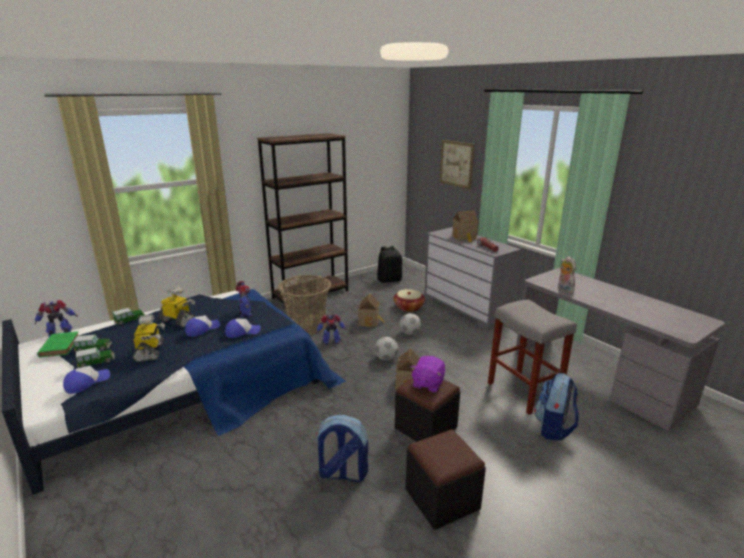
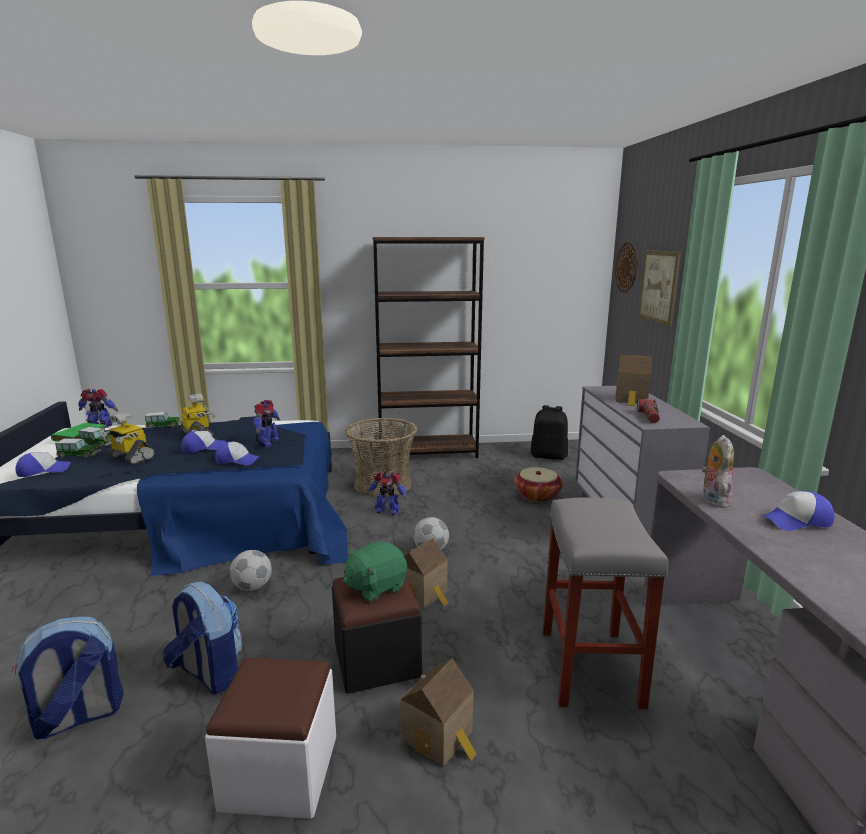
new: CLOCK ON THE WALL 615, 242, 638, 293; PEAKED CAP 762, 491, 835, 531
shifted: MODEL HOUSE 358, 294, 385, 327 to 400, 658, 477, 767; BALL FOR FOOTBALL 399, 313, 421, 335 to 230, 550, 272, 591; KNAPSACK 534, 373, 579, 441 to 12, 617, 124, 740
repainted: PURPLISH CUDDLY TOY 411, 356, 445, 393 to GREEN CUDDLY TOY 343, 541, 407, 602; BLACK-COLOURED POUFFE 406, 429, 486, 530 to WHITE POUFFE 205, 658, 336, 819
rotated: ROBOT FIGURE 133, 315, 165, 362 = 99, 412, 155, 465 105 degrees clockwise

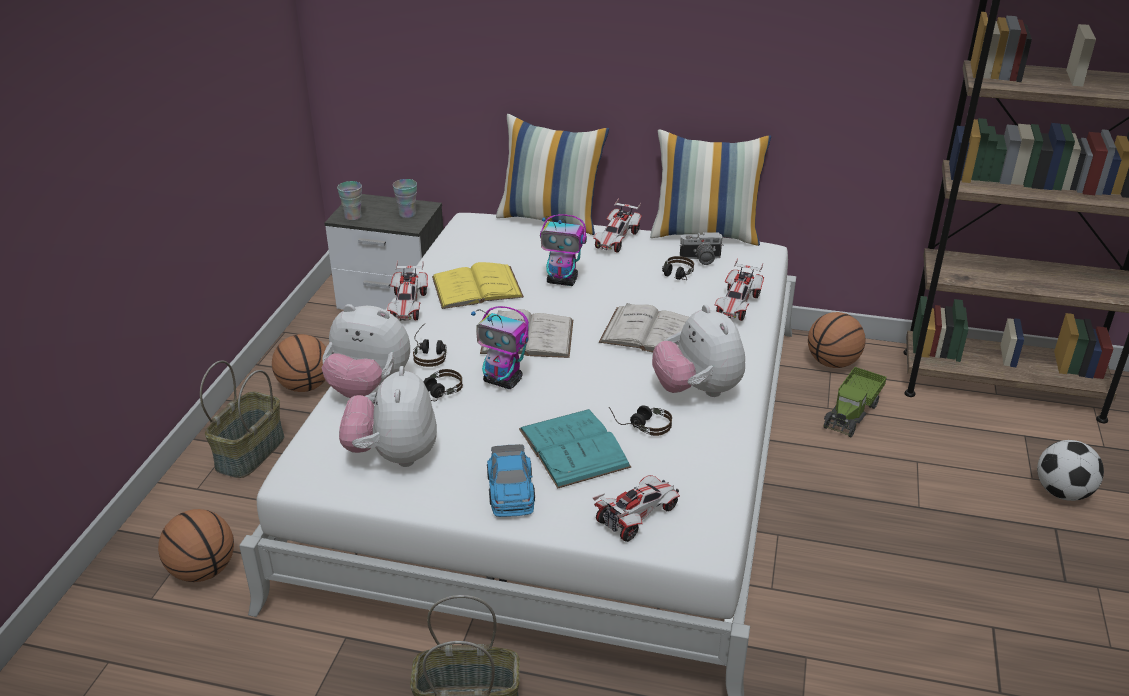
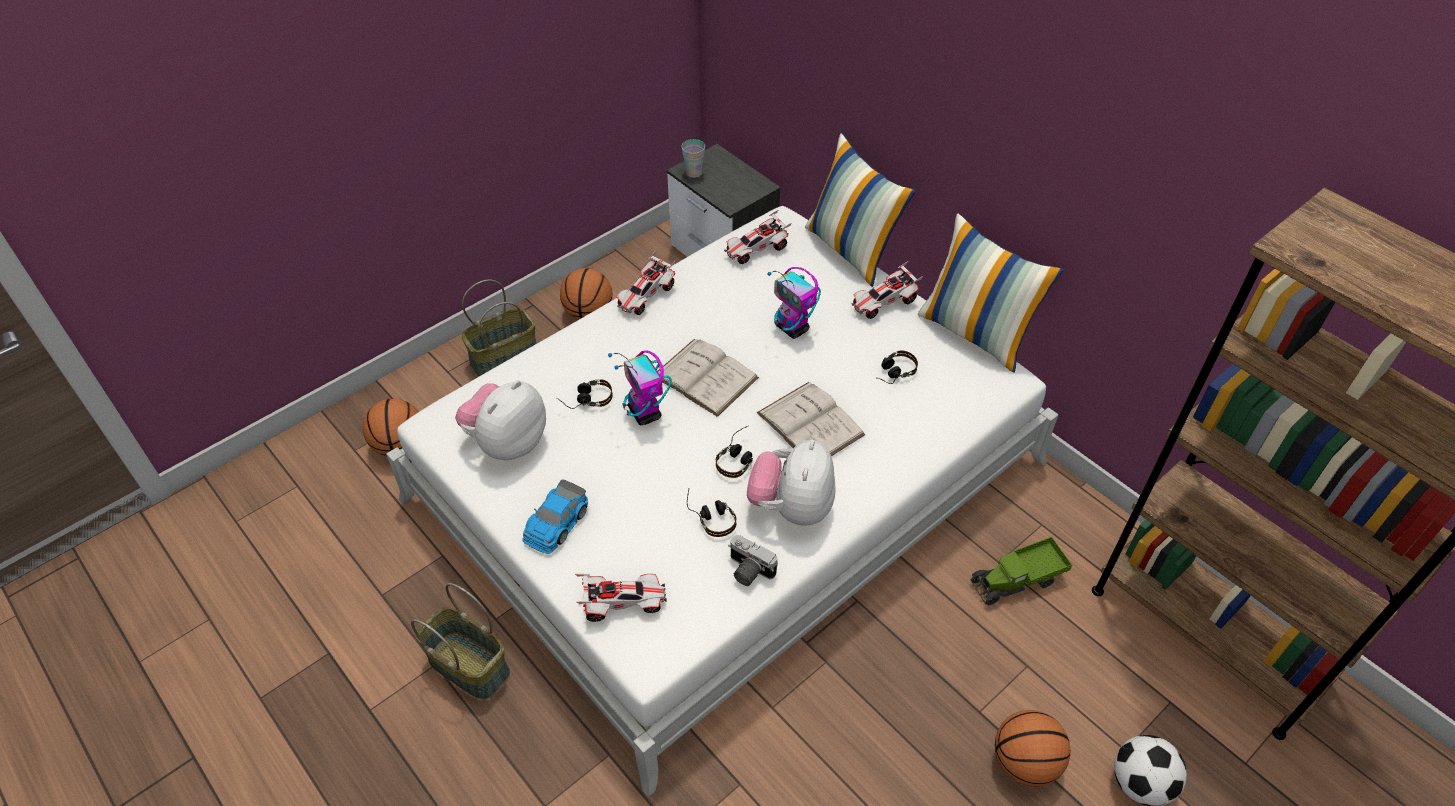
gone: CUP 393, 179, 417, 218; YELLOW-COLOURED BOUND BOOK 432, 262, 524, 309; CUDDLY TOY 322, 304, 410, 398; TURQUOISE BOUND BOOK 519, 409, 631, 489
shifted: STILL CAMERA 680, 232, 723, 265 to 728, 535, 778, 586; TOY CAR 715, 258, 764, 321 to 724, 210, 791, 264; BALL FOR BASKETBALL 808, 312, 865, 368 to 995, 710, 1071, 786; PAIR OF HEADPHONES 413, 324, 447, 367 to 716, 426, 753, 478

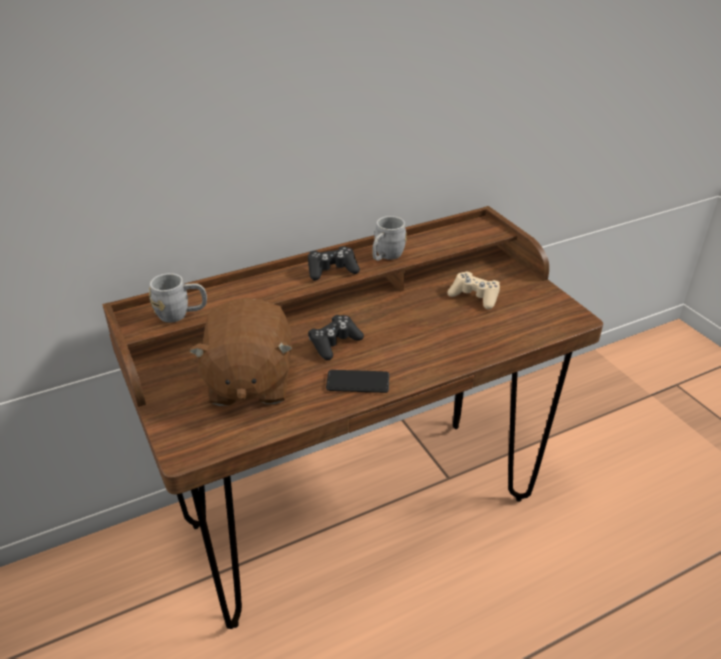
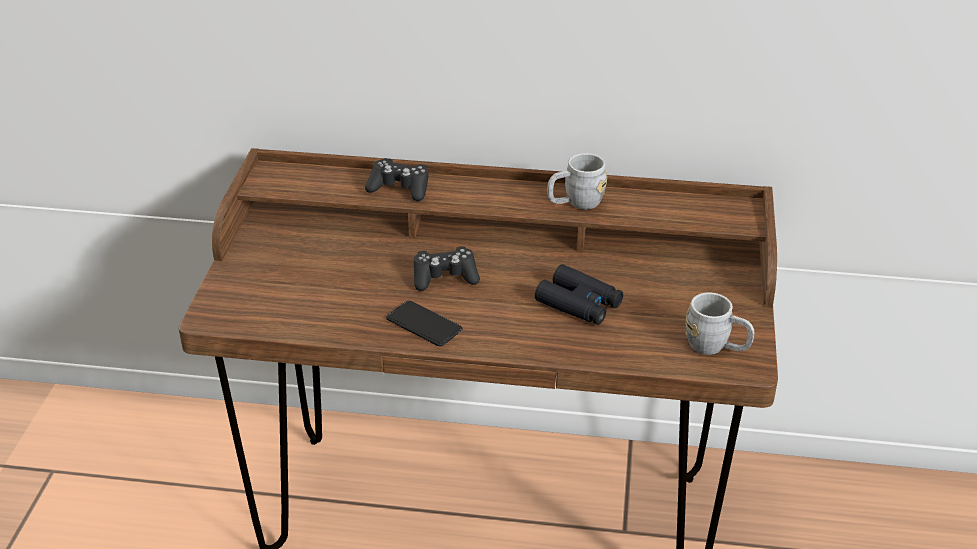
gone: BEIGE GAME CONTROLLER 447, 271, 500, 310; BROWN CUDDLY TOY 189, 298, 293, 406
new: BLACK-COLOURED BINOCULARS 535, 264, 623, 325
shifted: BLACK-COLOURED GAME CONTROLLER 308, 246, 360, 281 to 365, 158, 429, 201; GREY TEA MUG 149, 273, 207, 323 to 685, 292, 755, 355

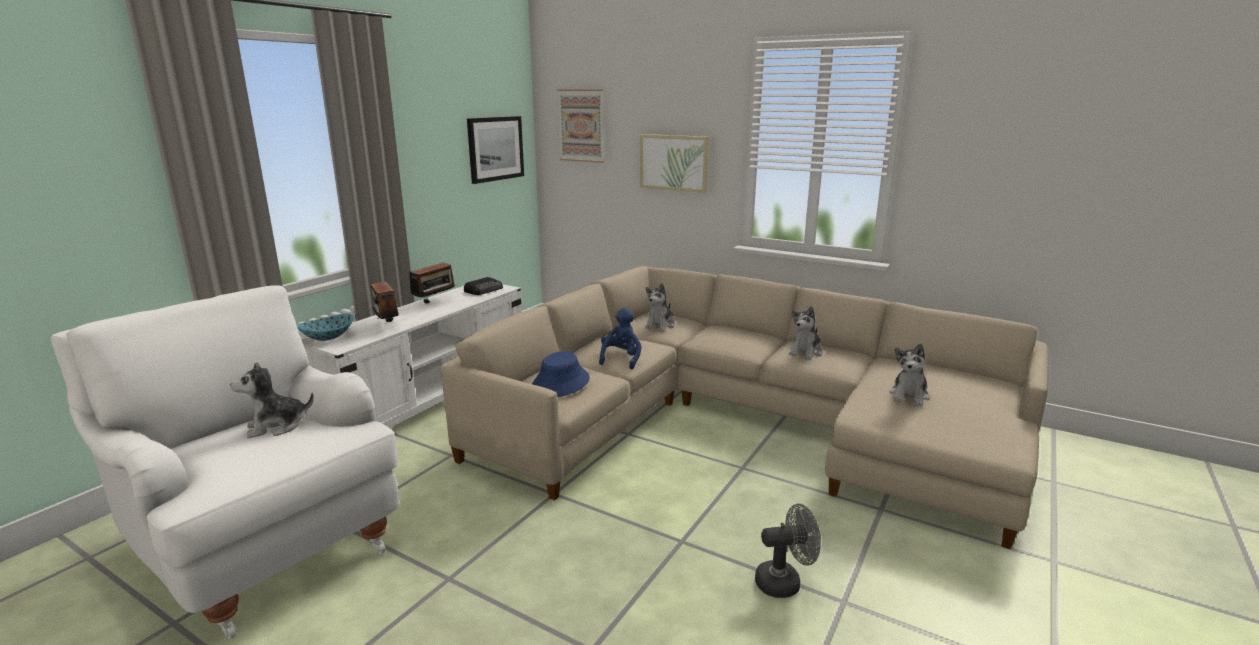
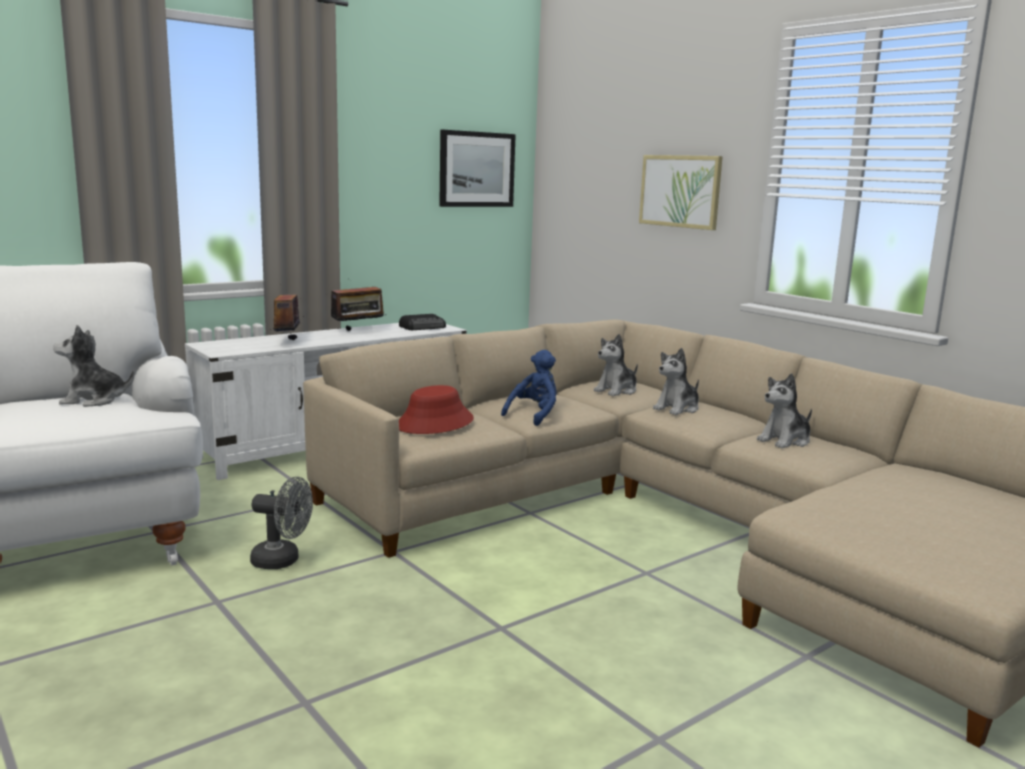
gone: WALL ART 558, 89, 604, 163; DEEP DISH 297, 314, 354, 341
shifted: CUDDLY TOY 890, 344, 929, 406 to 653, 348, 699, 415; GREY FAN 755, 504, 821, 598 to 250, 477, 313, 569
repainted: BLUE-COLOURED WEARABLE HAT 532, 351, 590, 397 to RED WEARABLE HAT 399, 385, 474, 434

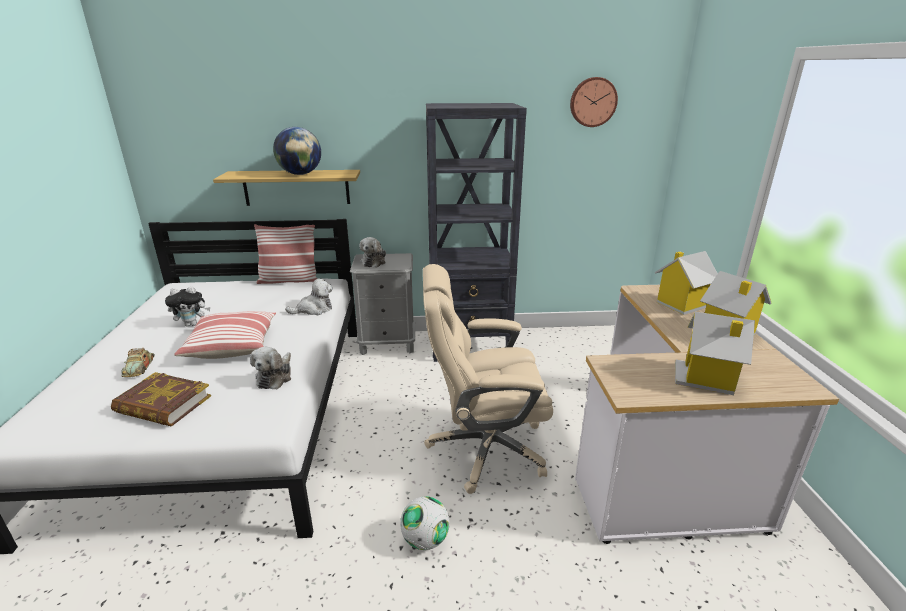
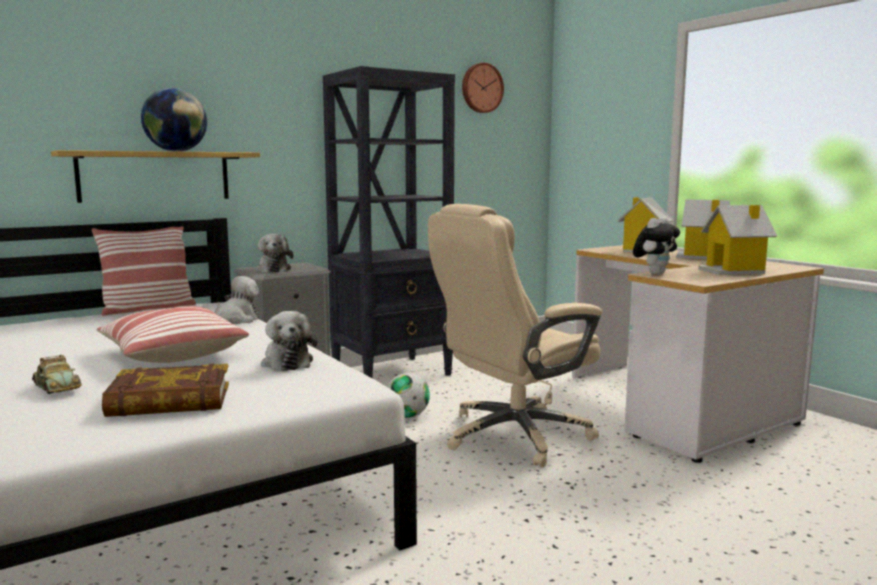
shifted: CUDDLY TOY 165, 286, 210, 327 to 633, 217, 680, 275; BALL FOR FOOTBALL 400, 496, 450, 550 to 387, 373, 430, 418

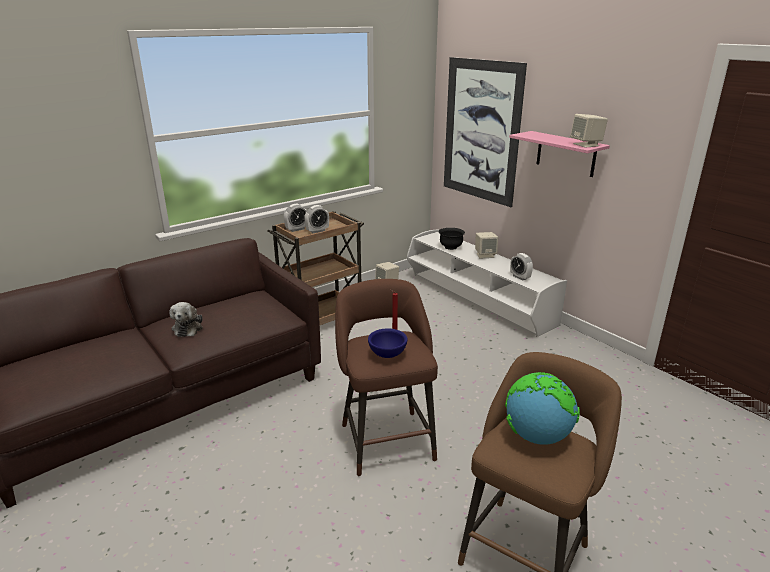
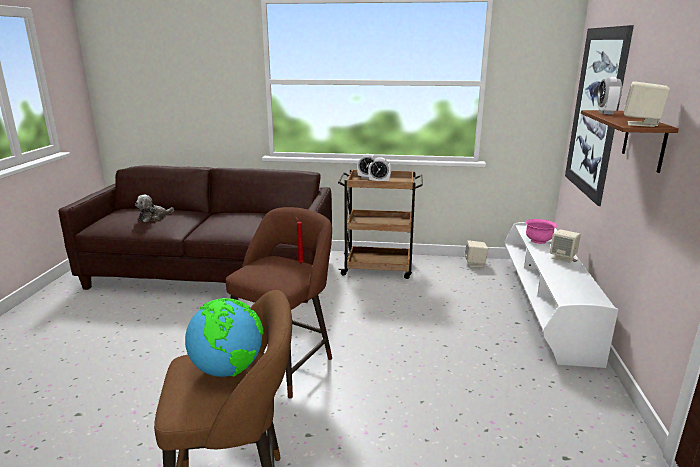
gone: BLUE-COLOURED DEEP DISH 368, 328, 408, 358
shifted: BEDSIDE CLOCK 510, 253, 533, 280 to 597, 77, 622, 114; CUDDLY TOY 169, 302, 203, 337 to 135, 195, 174, 222
repainted: PINK-COLOURED BRACKET SHELF 509, 131, 610, 177 to BROWN BRACKET SHELF 581, 110, 679, 173; BLACK-COLOURED DEEP DISH 438, 228, 465, 250 to PINK-COLOURED DEEP DISH 525, 219, 557, 244

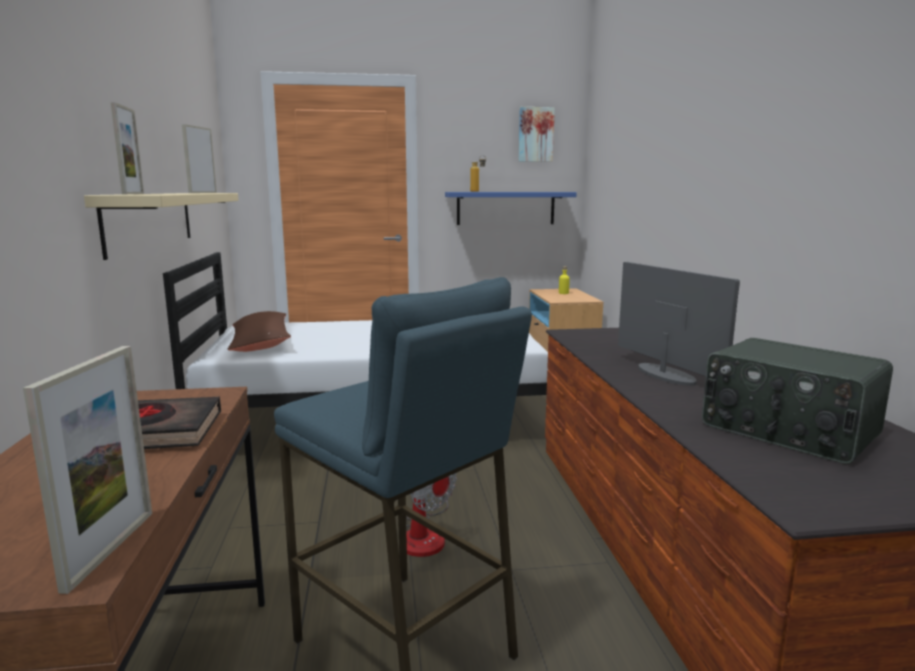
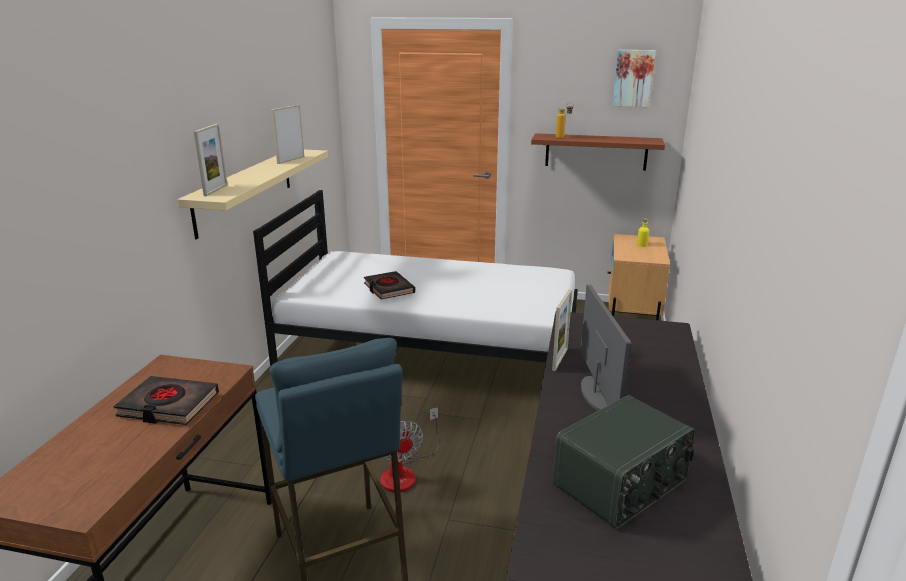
gone: BROWN THROW PILLOW 228, 311, 291, 352
new: BLACK-COLOURED BOUND BOOK 364, 271, 415, 299
shifted: STANDING FRAME 23, 346, 152, 594 to 552, 289, 572, 371
repainted: BLUE-COLOURED BRACKET SHELF 445, 192, 577, 225 to BROWN BRACKET SHELF 531, 133, 665, 171
rotated: RADIO SET 702, 338, 893, 464 = 553, 395, 695, 529 105 degrees counterclockwise

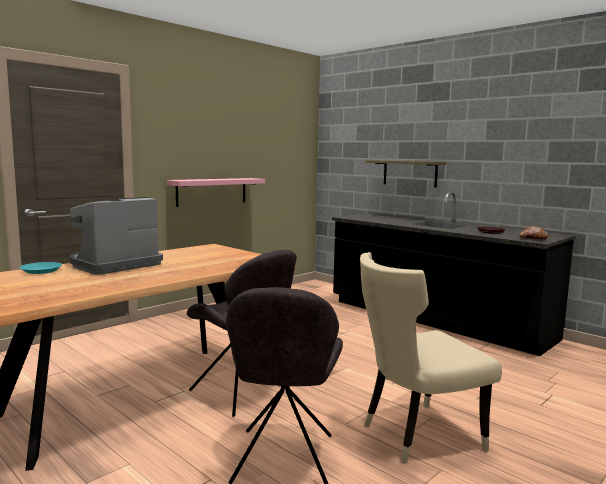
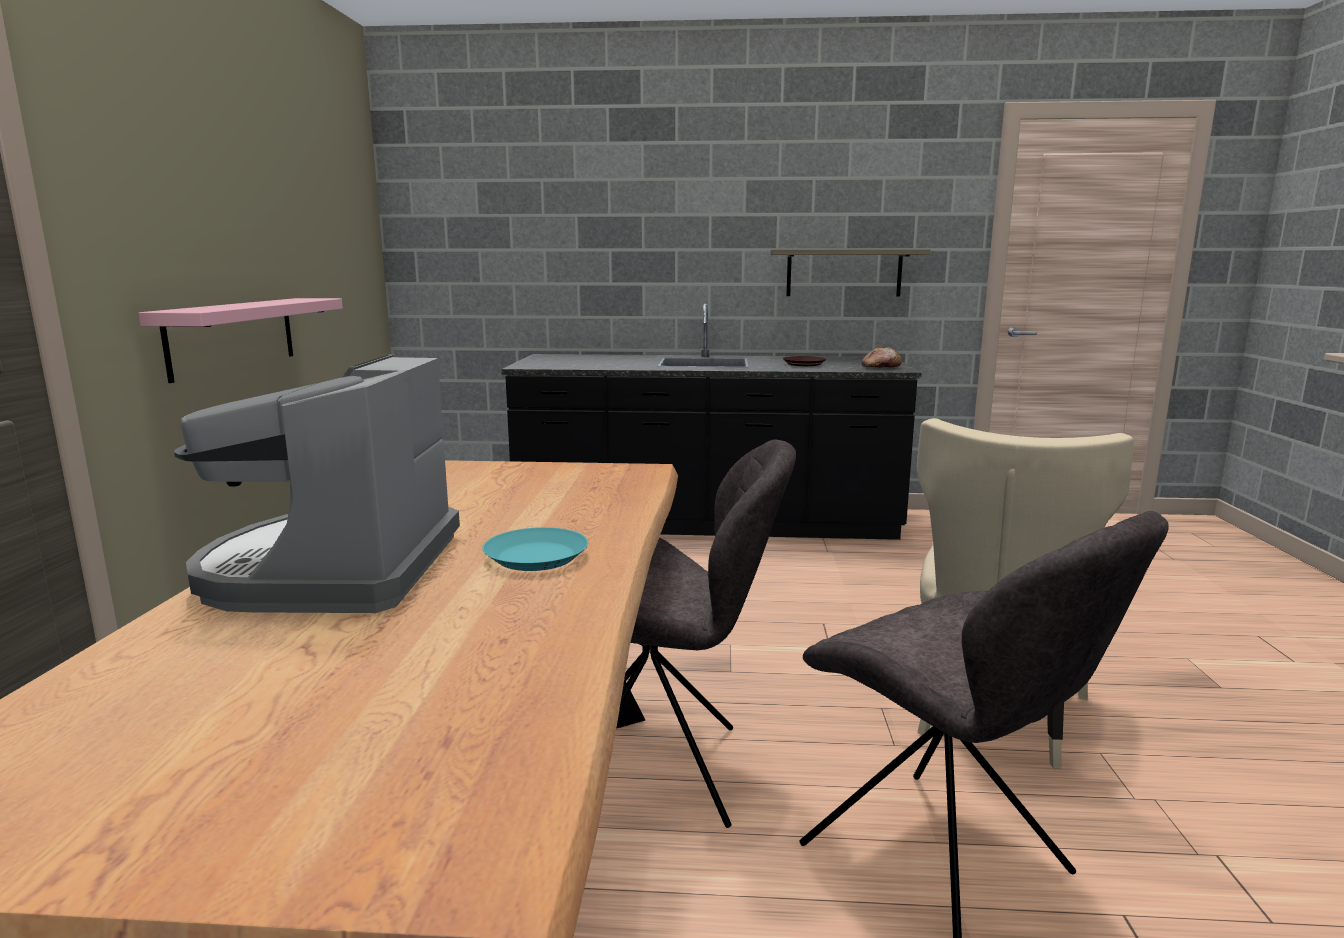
shifted: BRACKET SHELF 365, 160, 447, 187 to 771, 249, 930, 297; TURQUOISE FLAT DISH 20, 262, 62, 274 to 482, 527, 588, 571

